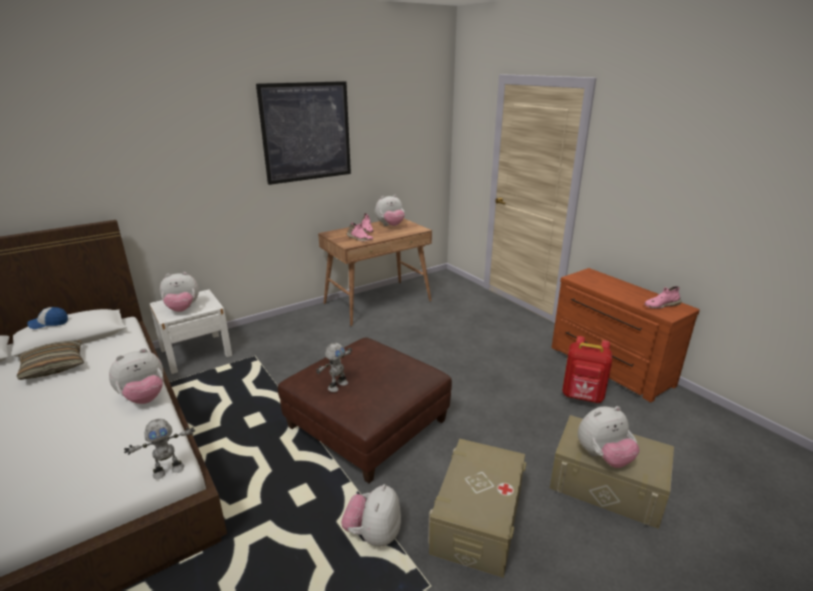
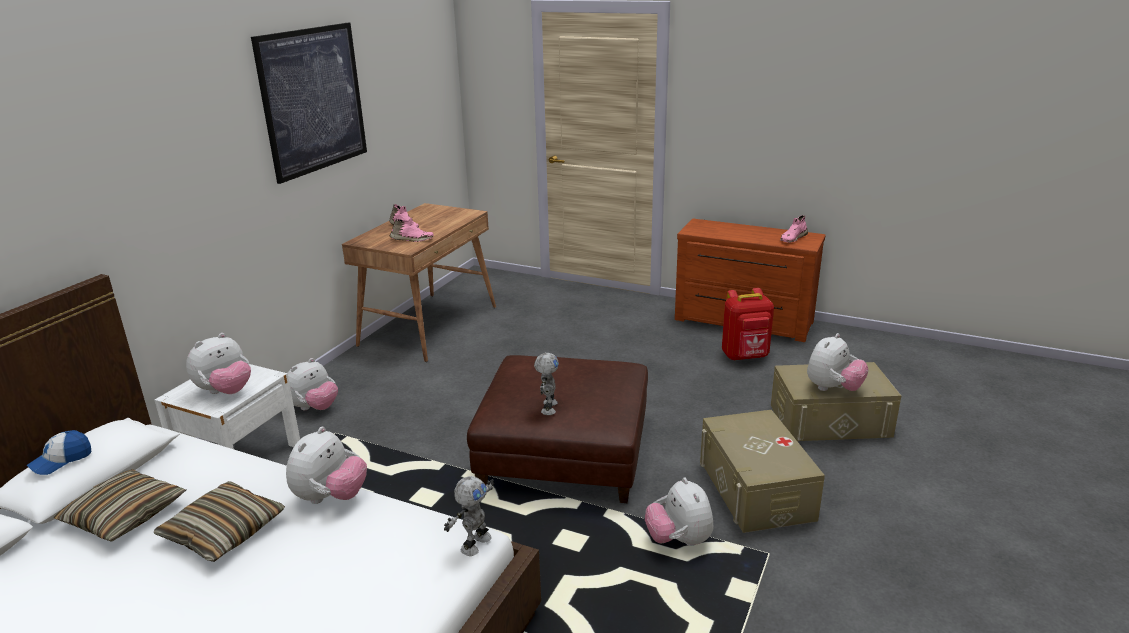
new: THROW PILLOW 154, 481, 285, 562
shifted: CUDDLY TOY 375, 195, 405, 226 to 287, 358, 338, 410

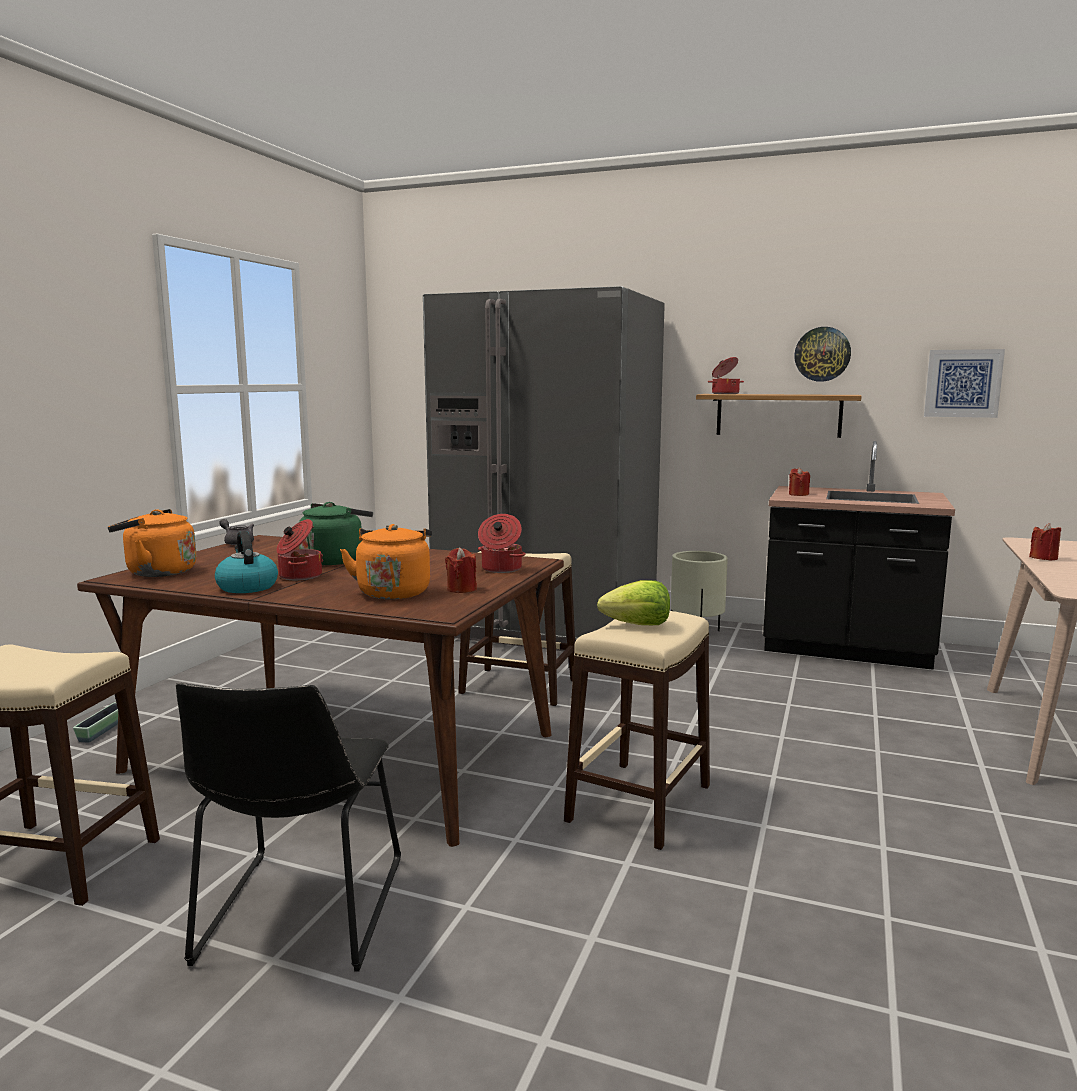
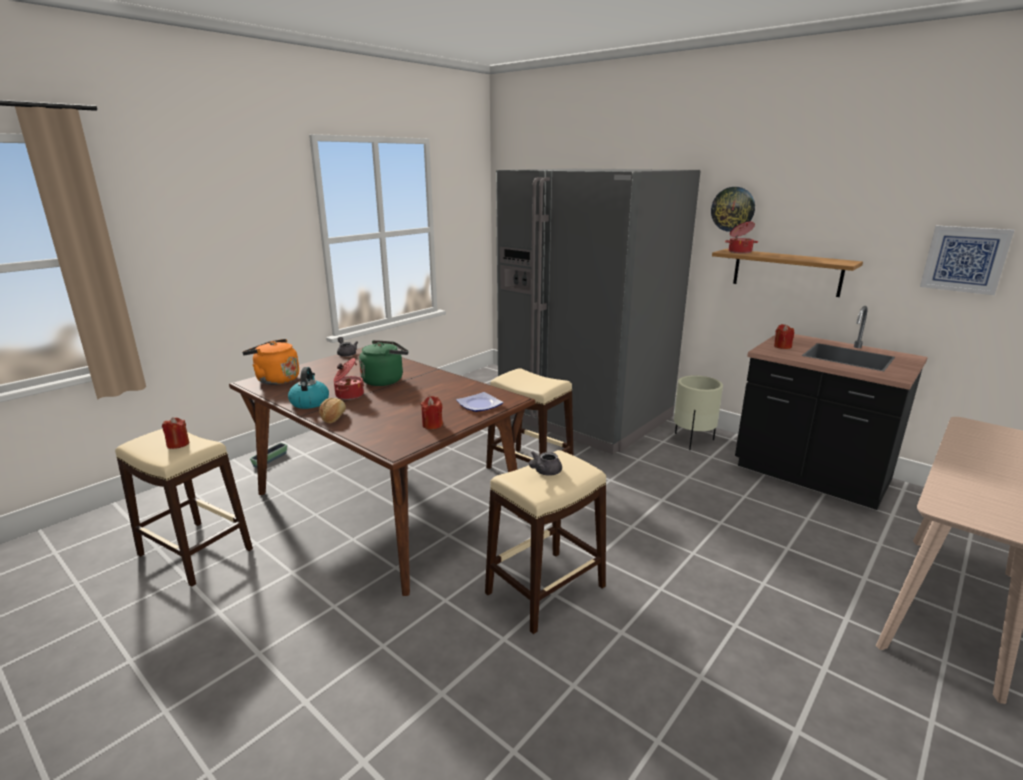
gone: ORANGEY KETTLE 340, 524, 432, 599; BLACK-COLOURED PLAIN CHAIR 176, 683, 401, 972
new: BAKED BREAD 319, 398, 346, 423
shifted: CLOCK ON THE WALL 794, 327, 851, 382 to 711, 187, 755, 232; RED WAX LIGHT 1029, 523, 1061, 560 to 162, 417, 189, 449
swapped: STOCKPOT 478, 514, 526, 573 to FLAT DISH 456, 392, 504, 412; HEAD OF LETTUCE 597, 580, 670, 625 to GREY TEAPOT 529, 451, 562, 476

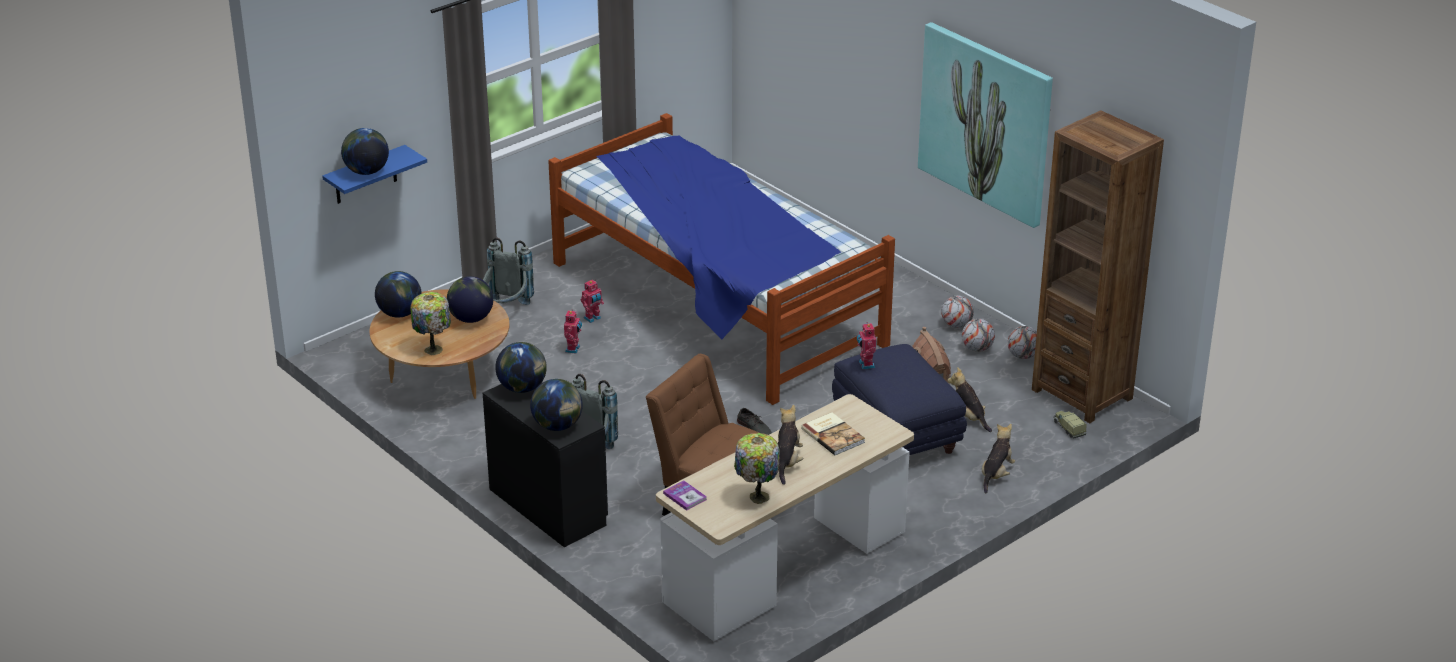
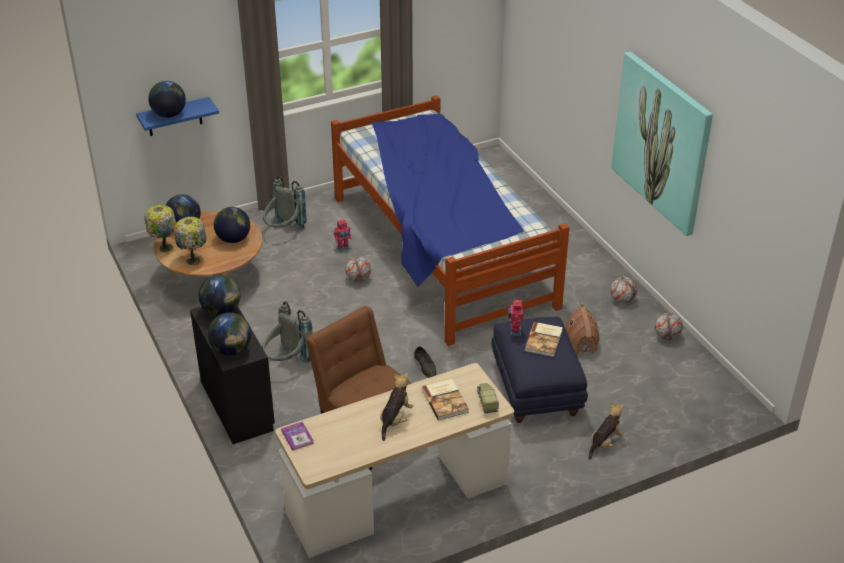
gone: BROWN SHELVING UNIT 1032, 110, 1164, 423; ROBOT FIGURE 564, 309, 582, 354; CUDDLY TOY 948, 367, 992, 432
new: BOUND BOOK 524, 322, 563, 357
shifted: BALL FOR FOOTBALL 962, 319, 995, 352 to 345, 256, 371, 282; TOY LORRY 1054, 411, 1087, 438 to 477, 383, 499, 413; TABLETOP LAMP 734, 433, 779, 504 to 145, 205, 176, 252

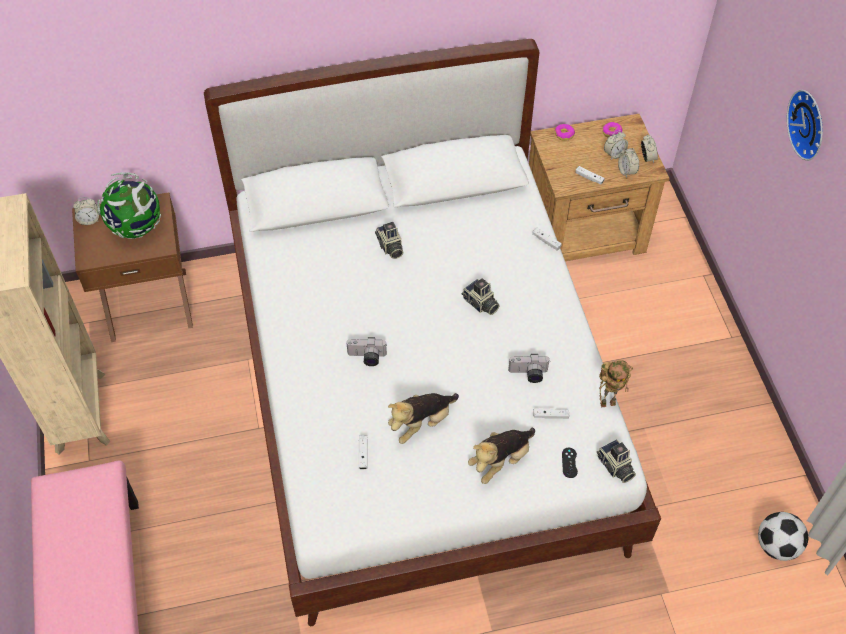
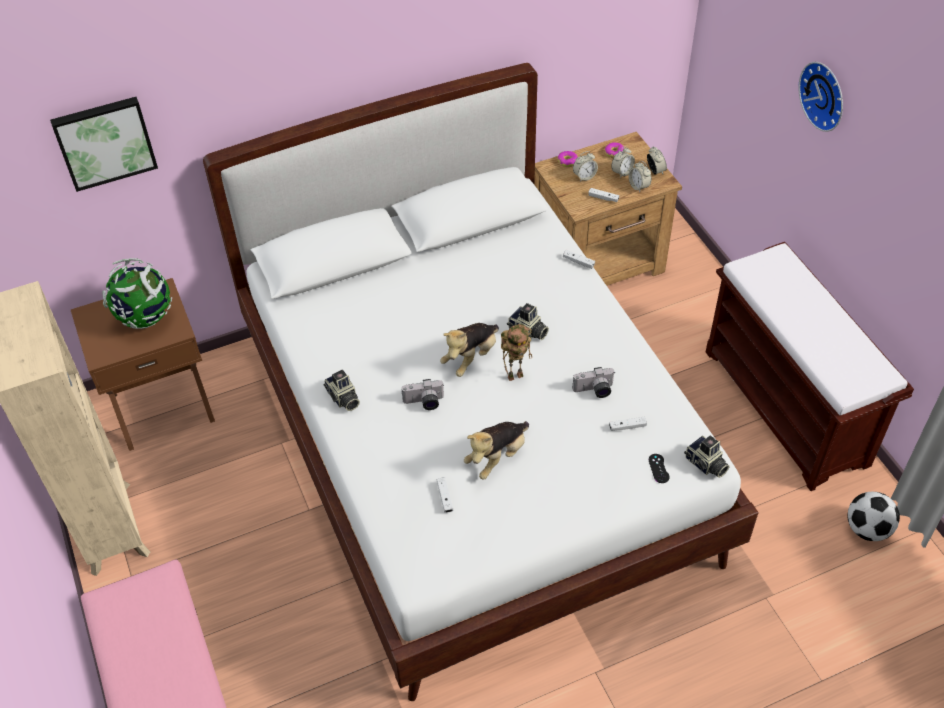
new: WALL ART 50, 97, 158, 192; BROWN LONG SEAT 706, 242, 914, 491
shifted: BEDSIDE CLOCK 73, 197, 99, 225 to 573, 151, 598, 182; STILL CAMERA 375, 222, 403, 259 to 323, 370, 360, 411; ROBOT FIGURE 599, 360, 633, 408 to 501, 324, 532, 381; CUDDLY TOY 468, 427, 535, 484 to 440, 323, 499, 377

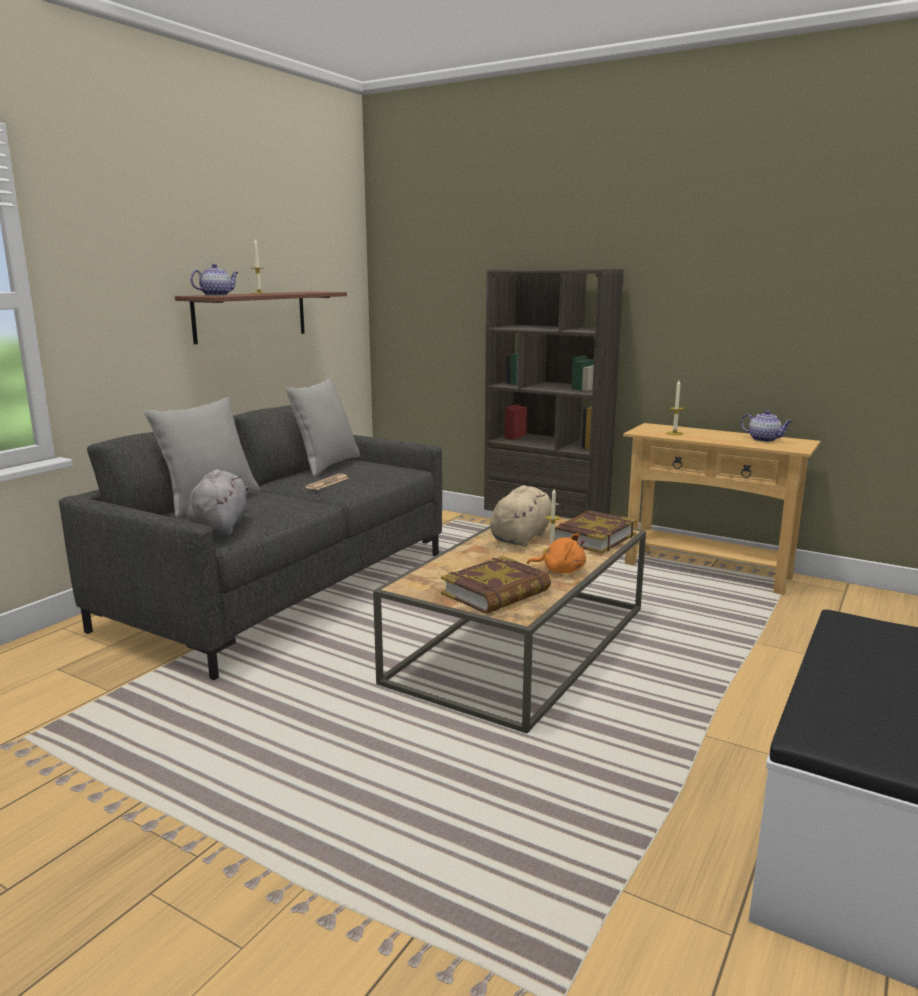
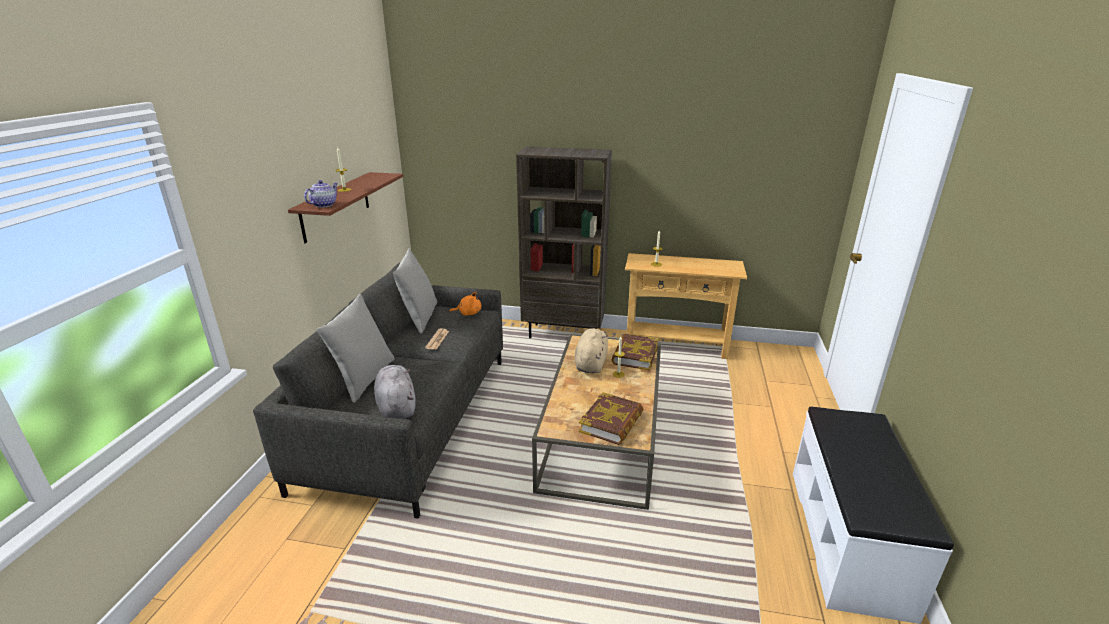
gone: TEAPOT 740, 410, 793, 442
shifted: ORANGEY CUDDLY TOY 527, 533, 586, 573 to 449, 292, 482, 316

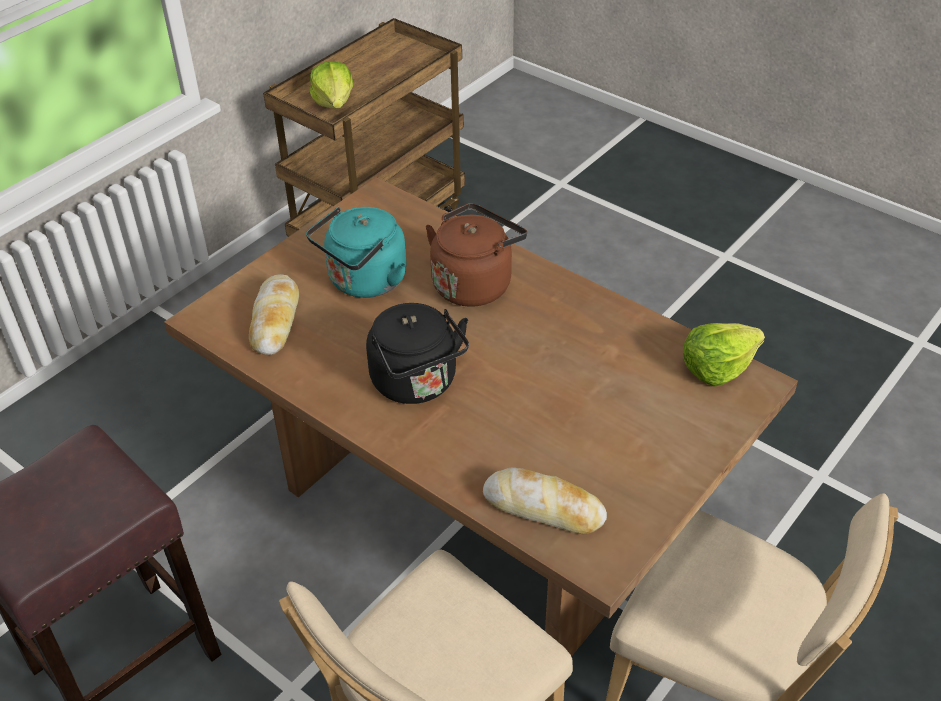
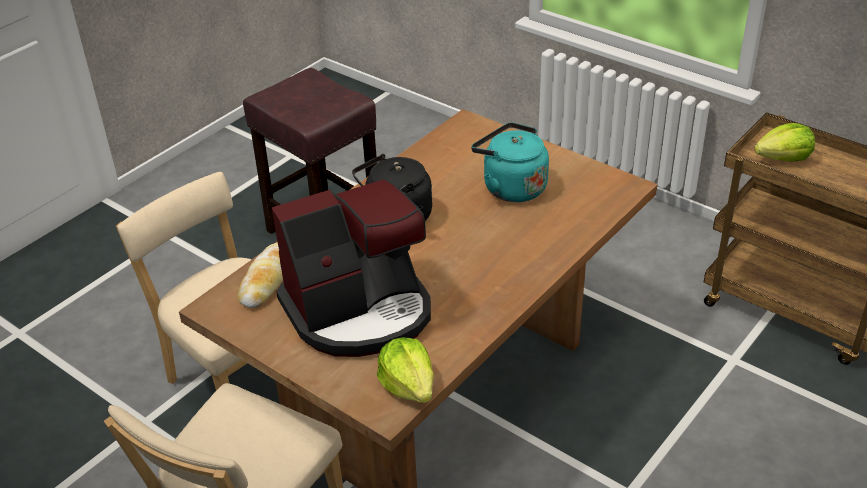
gone: BROWN KETTLE 425, 203, 527, 307; BAKED BREAD 249, 274, 299, 355
new: COFFEE MAKER 272, 178, 431, 357

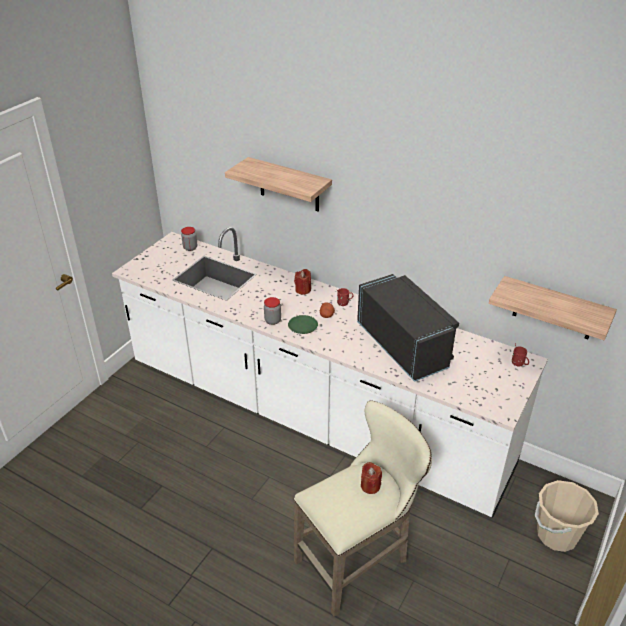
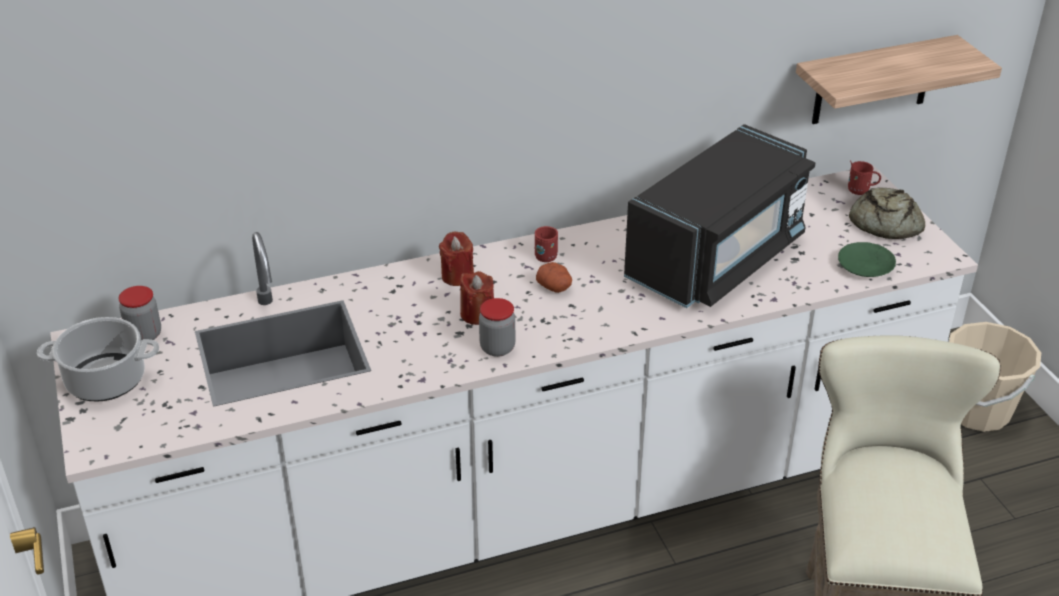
gone: BRACKET SHELF 225, 157, 332, 212
new: BAKED BREAD 849, 188, 925, 239; STOCKPOT 37, 317, 159, 402
shifted: GREEN FLAT DISH 288, 315, 318, 334 to 838, 242, 896, 277; RED WAX LIGHT 361, 462, 382, 494 to 460, 271, 494, 325
rotated: BLACK-COLOURED MICROWAVE OVEN 357, 274, 459, 382 = 624, 124, 816, 308 120 degrees clockwise

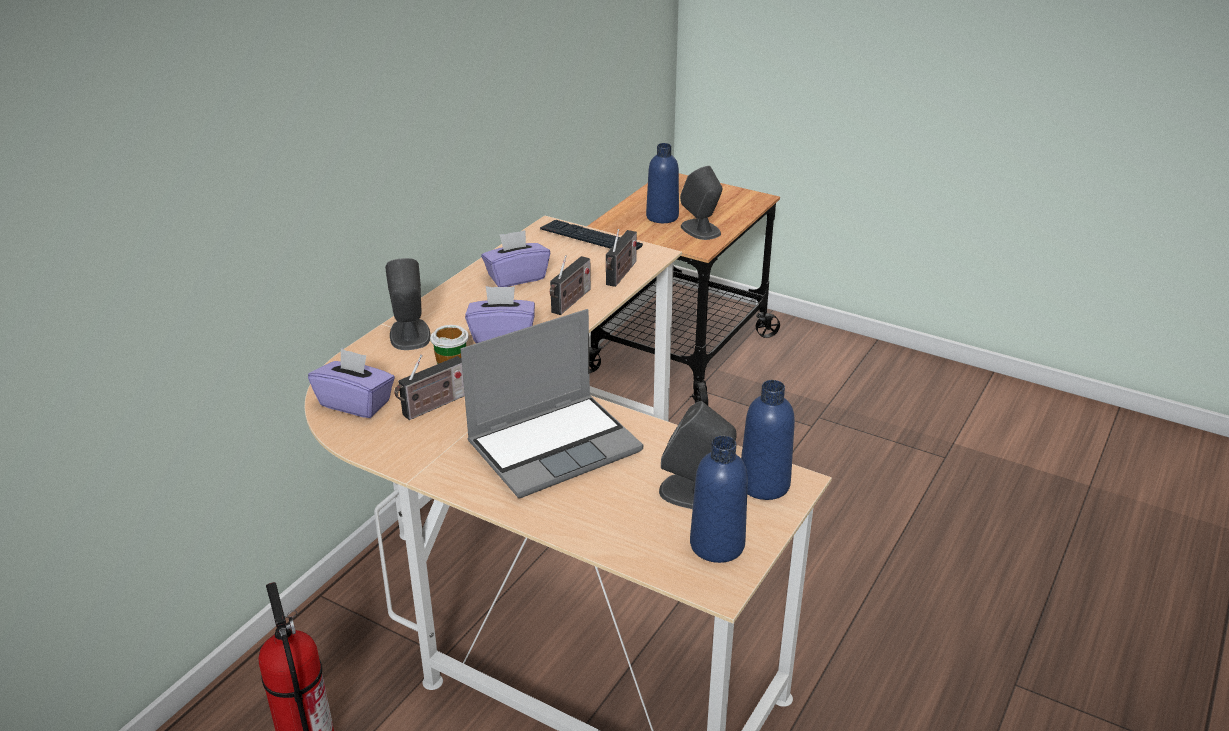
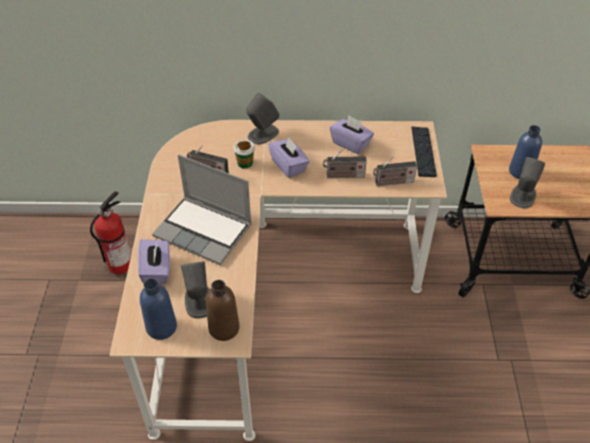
shifted: PURPLISH TISSUE HOLDER 308, 348, 395, 418 to 138, 239, 170, 284
repainted: BLUE-COLOURED DRINK BOTTLE 741, 380, 795, 500 to BROWN DRINK BOTTLE 206, 280, 240, 341

